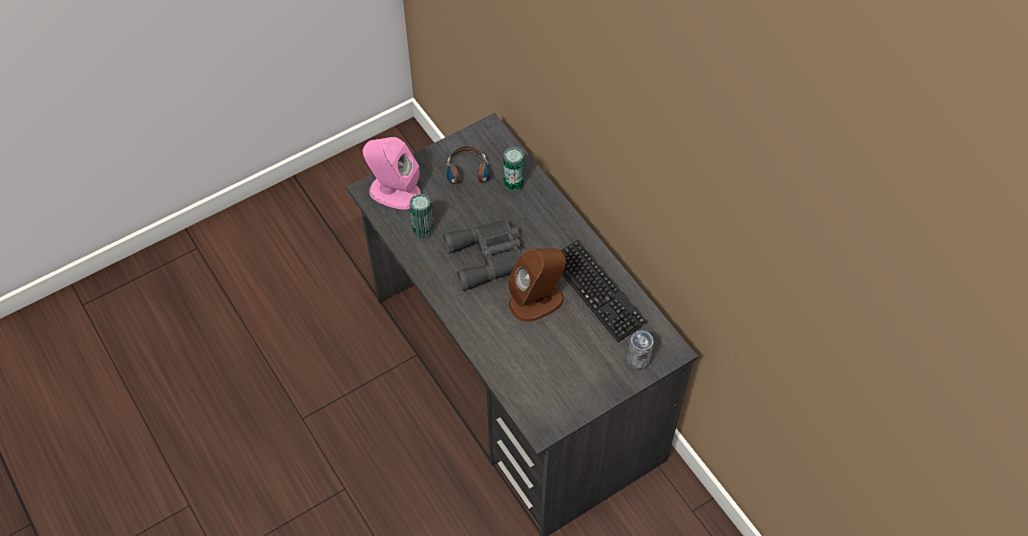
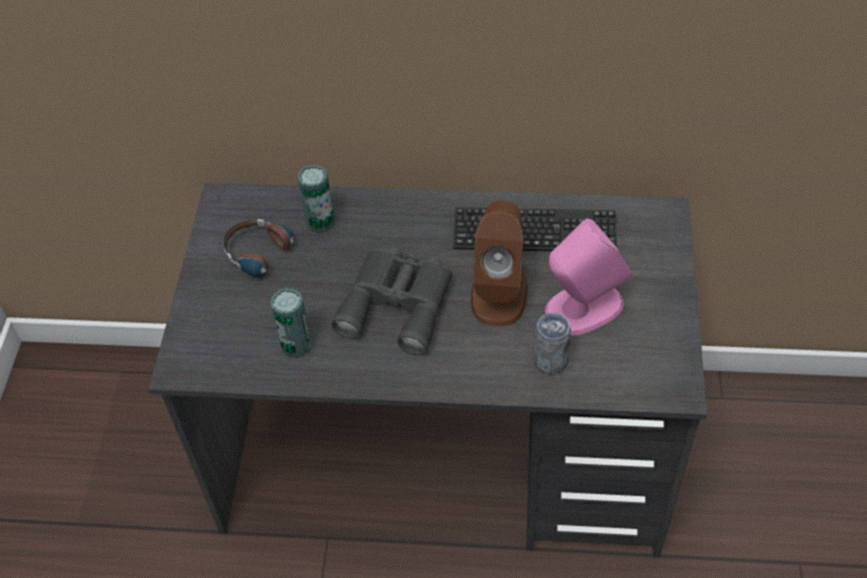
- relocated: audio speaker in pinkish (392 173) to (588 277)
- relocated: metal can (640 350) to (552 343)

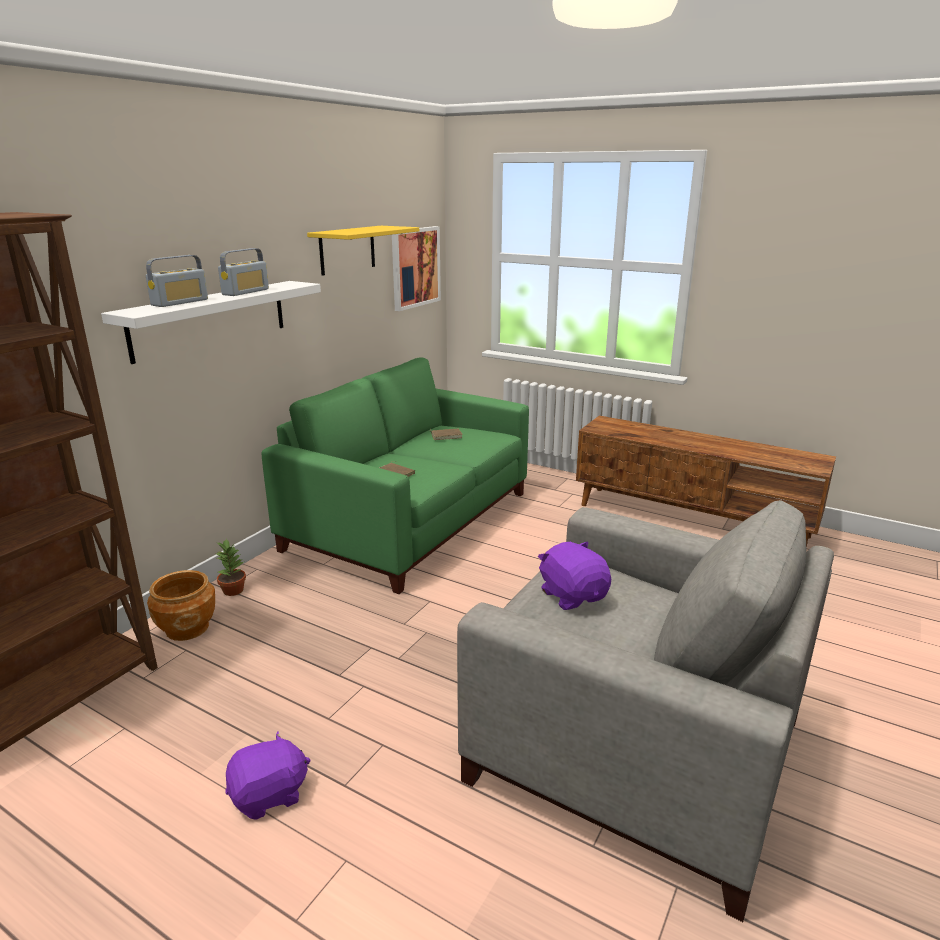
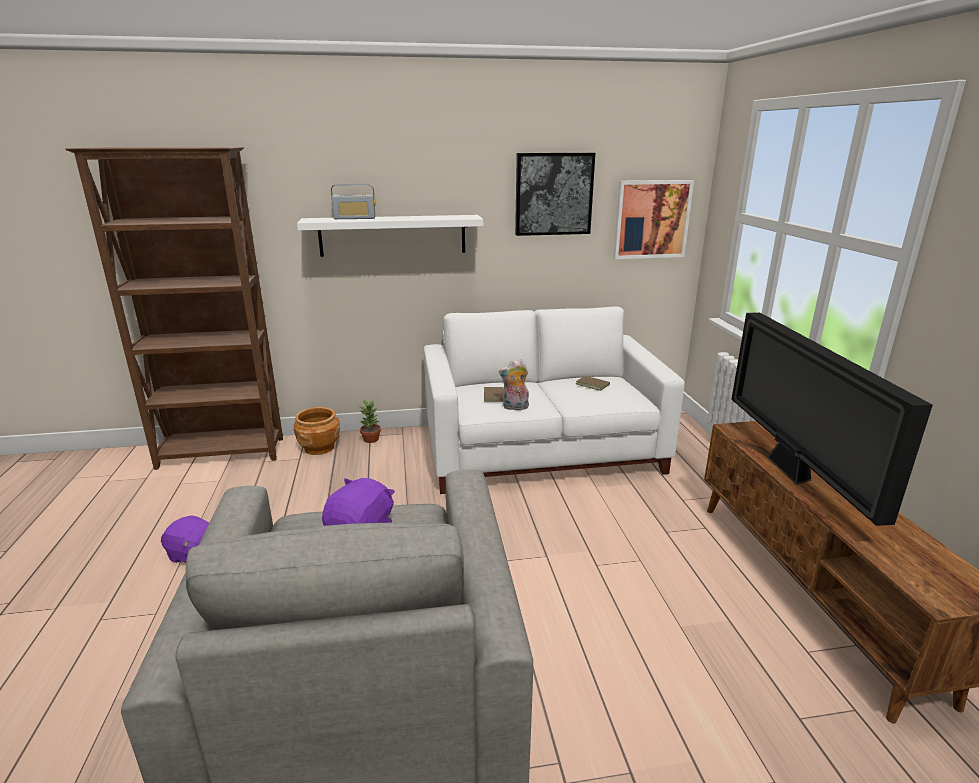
- missing: radio (243 272)
- colour: settee in greenish (395 475) to settee in white-coloured (554 400)
- exchanged: wall shelf in yellowish (363 251) to picture (555 194)
- appeared: plush toy (514 384)
- appeared: TV set (832 419)

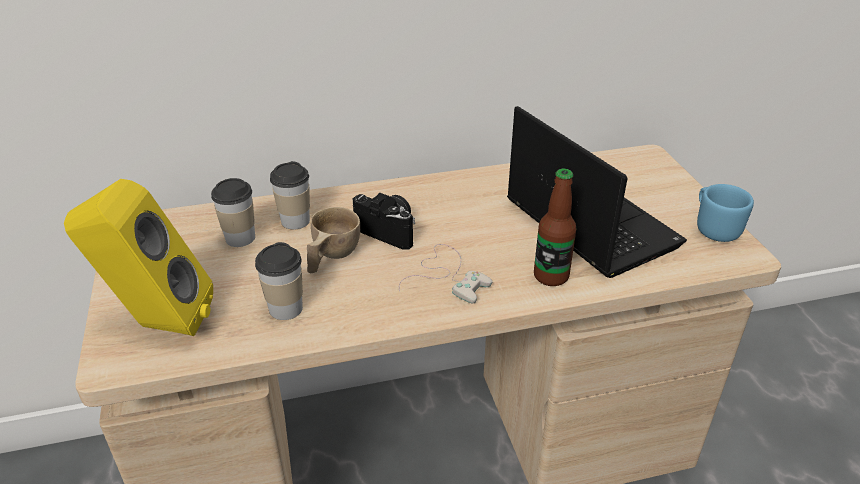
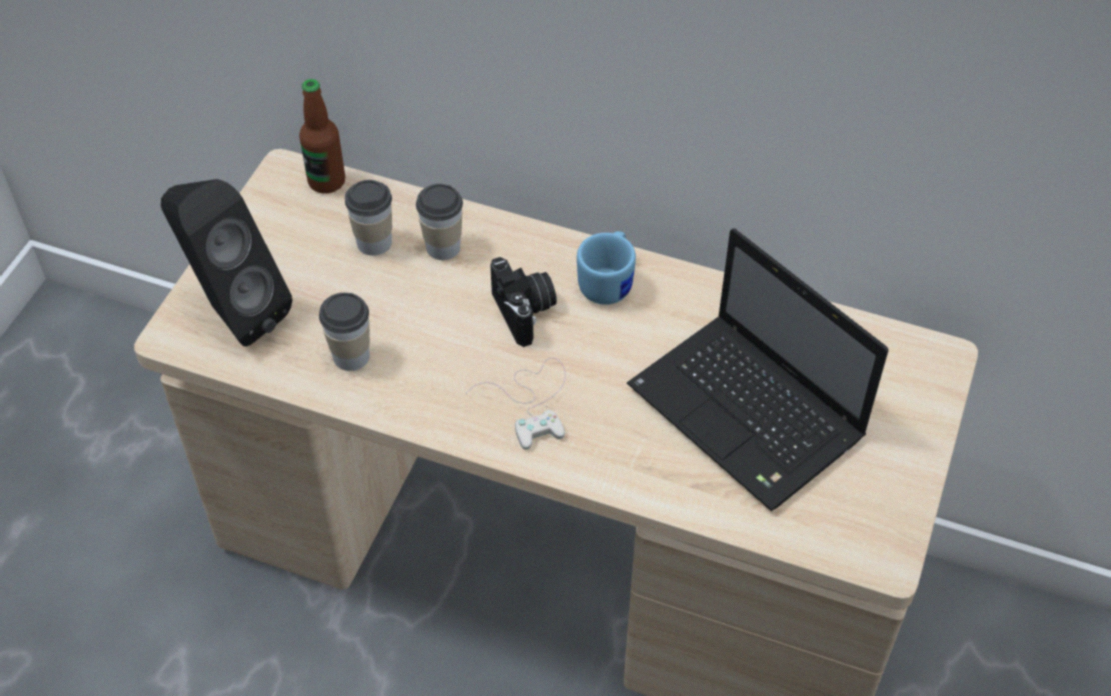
- colour: audio speaker in yellowish (138 257) to audio speaker in black-coloured (226 262)
- missing: cup in sand-coloured (333 240)
- spun: laptop (597 192) = (758 369) 135 degrees clockwise
- relocated: drink bottle (555 227) to (322 136)
- relocated: coffee mug in bluish (725 213) to (606 268)

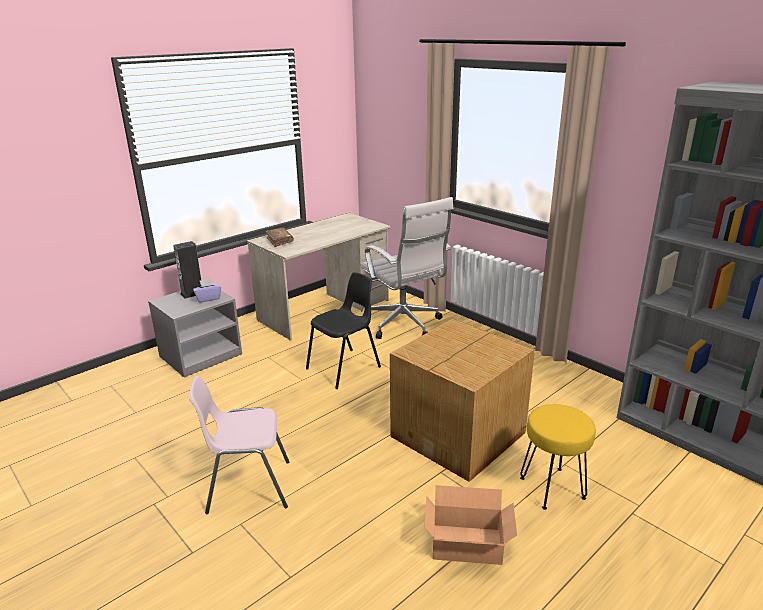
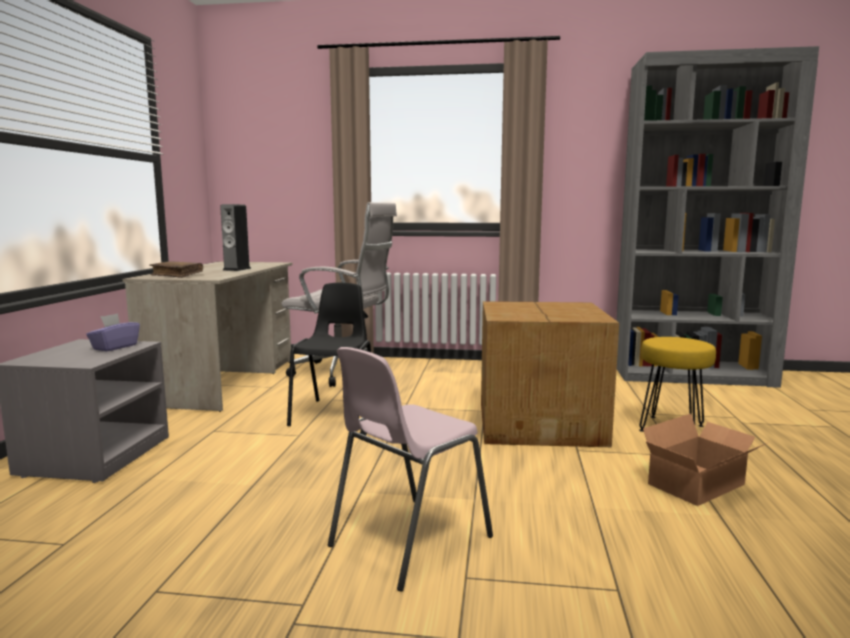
- relocated: audio speaker (187 270) to (235 237)

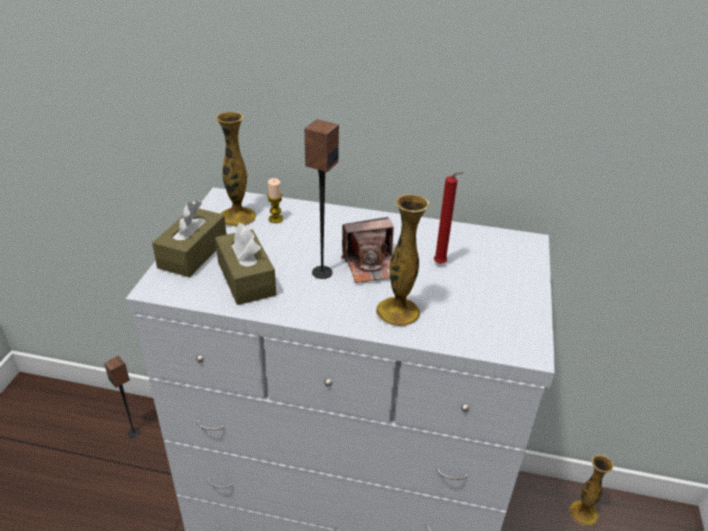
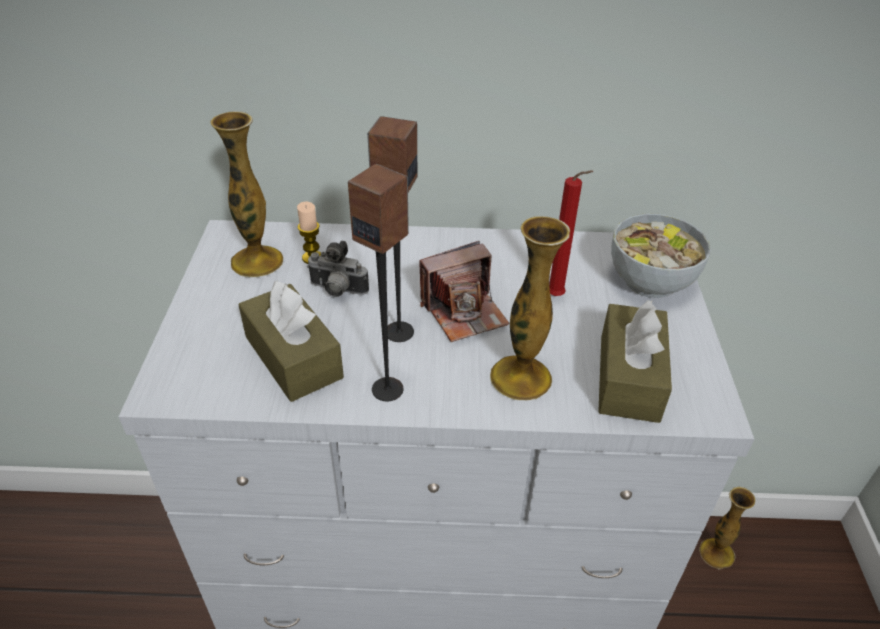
- relocated: audio speaker (122 397) to (378 282)
- relocated: box of tissues in brownish (189 239) to (635 361)
- appeared: still camera (338 269)
- appeared: serving bowl (661 256)

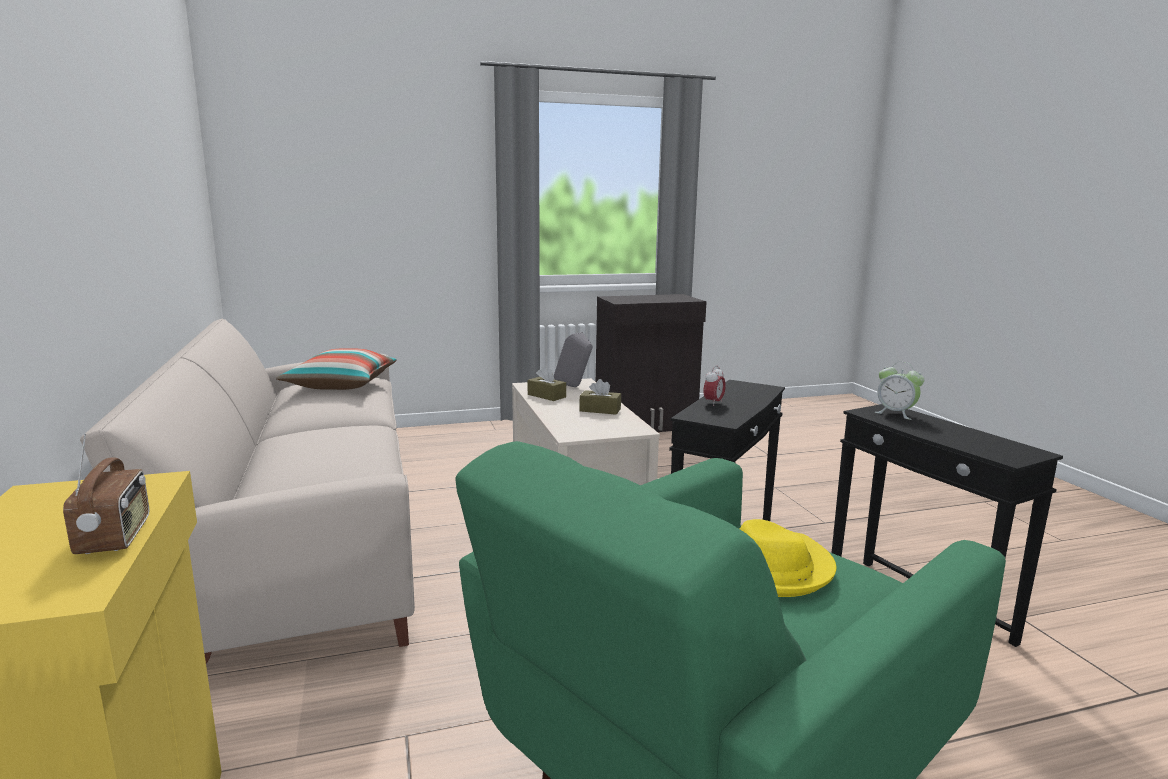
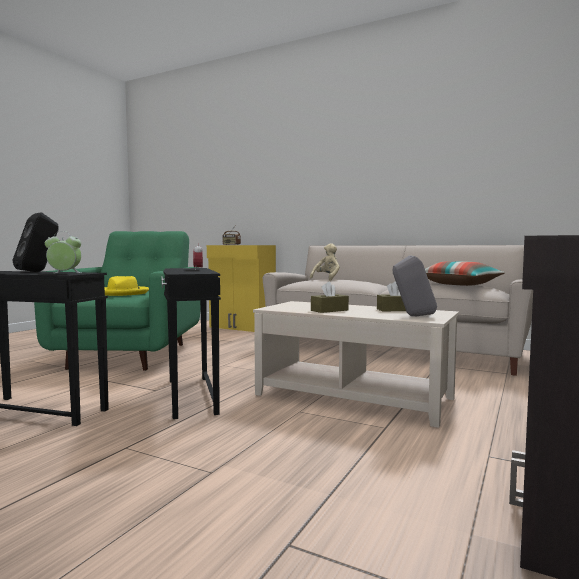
- appeared: audio speaker in black-coloured (35 242)
- appeared: plush toy in sand-coloured (325 262)

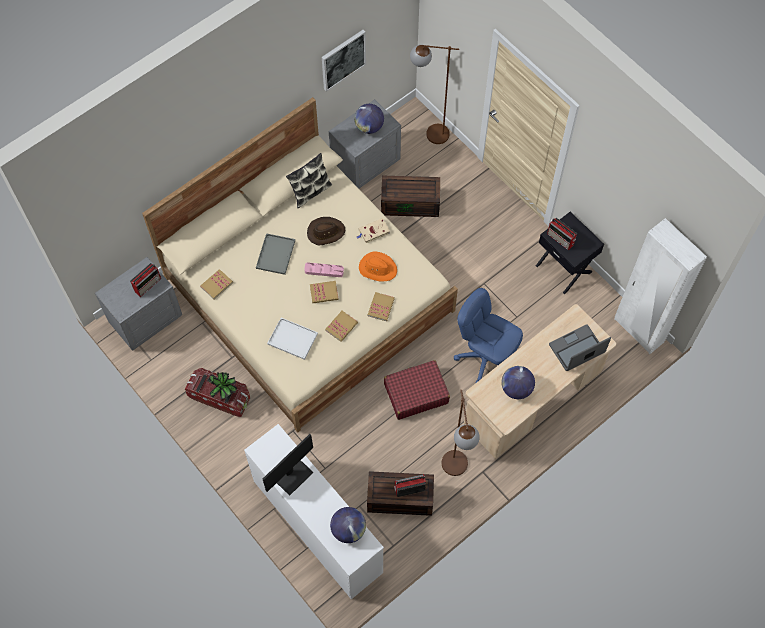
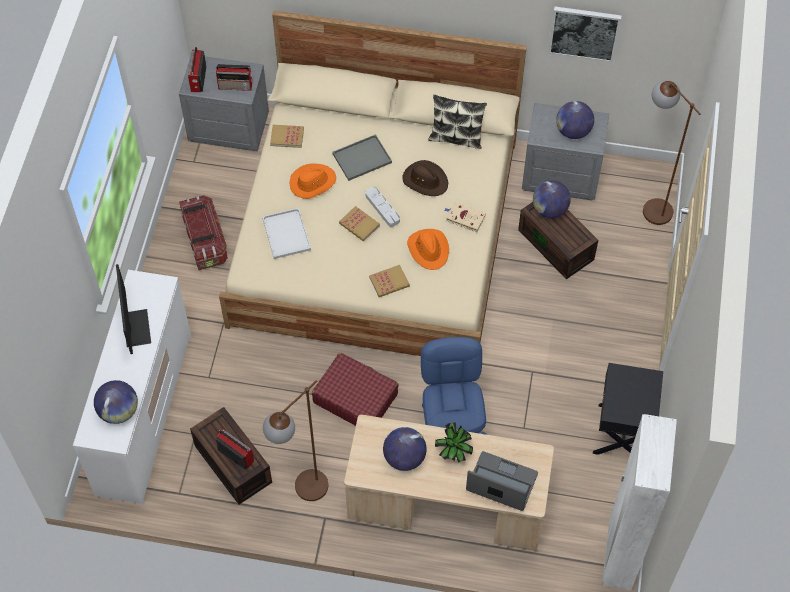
- relocated: plant in a pot (222 385) to (454 442)
- spun: computer screen (288 465) = (133 309) 105 degrees counterclockwise
- colour: tray in pinkish (324 270) to tray in grey (382 207)
- missing: bound book (341 326)
- relocated: radio (562 234) to (197 69)
- appeared: hat in orange-coloured (313 181)
- appeared: globe (552 199)

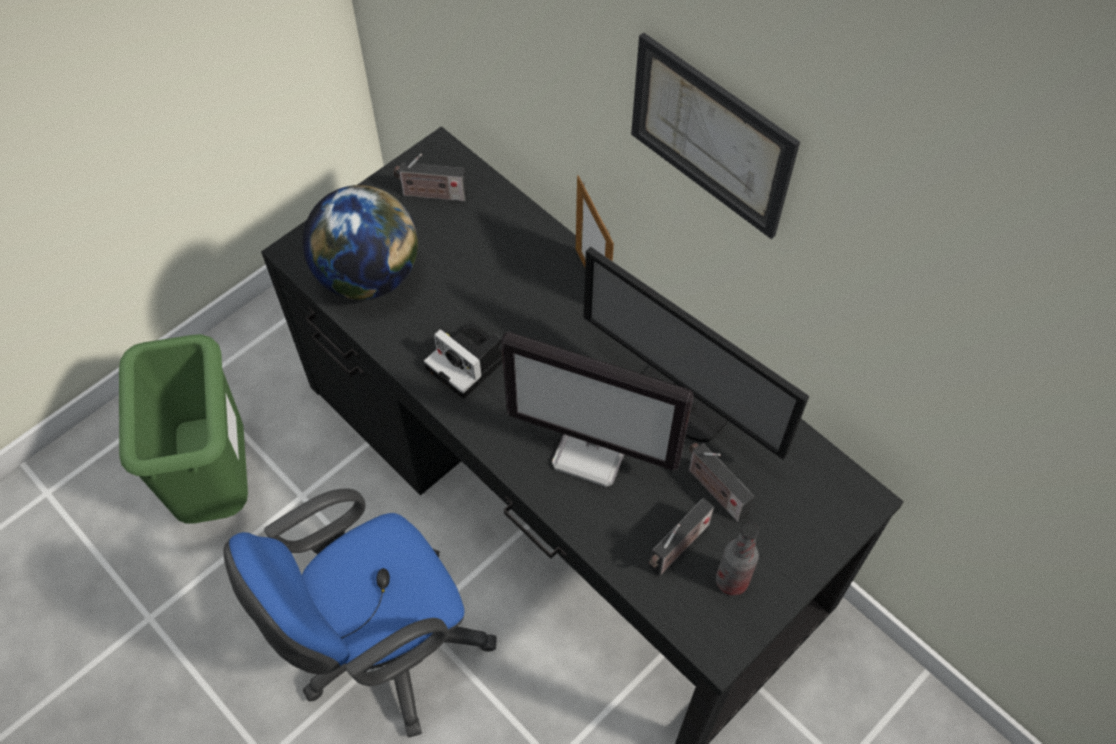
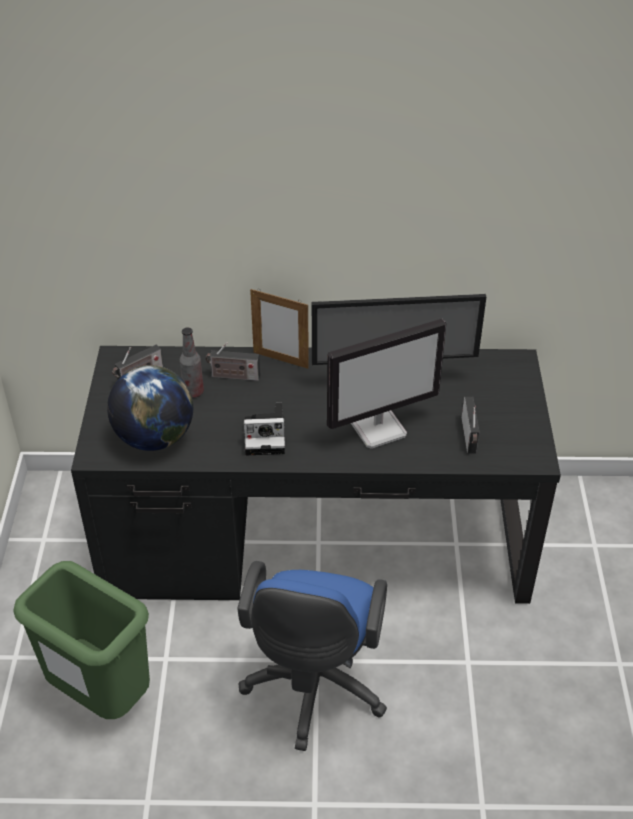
- missing: picture (715 135)
- relocated: radio (721 483) to (233 361)
- relocated: drink bottle (737 559) to (192 362)

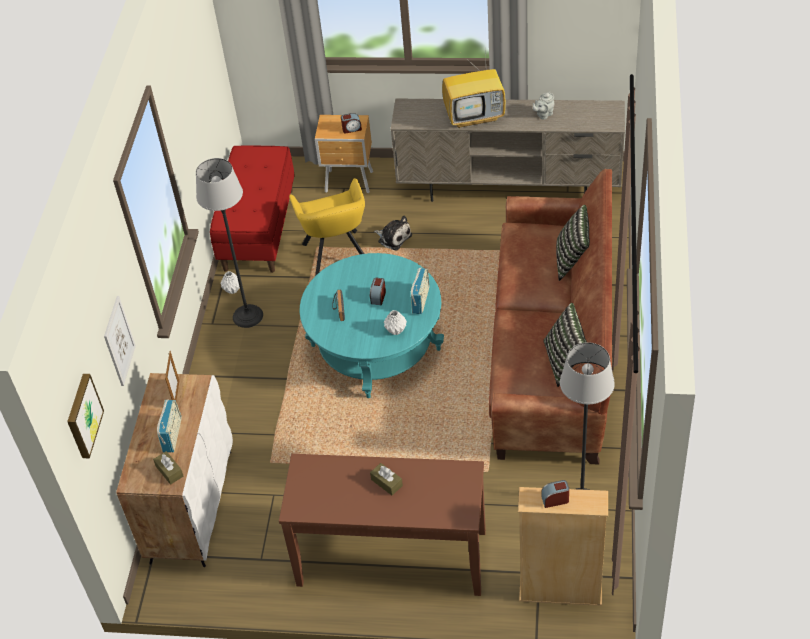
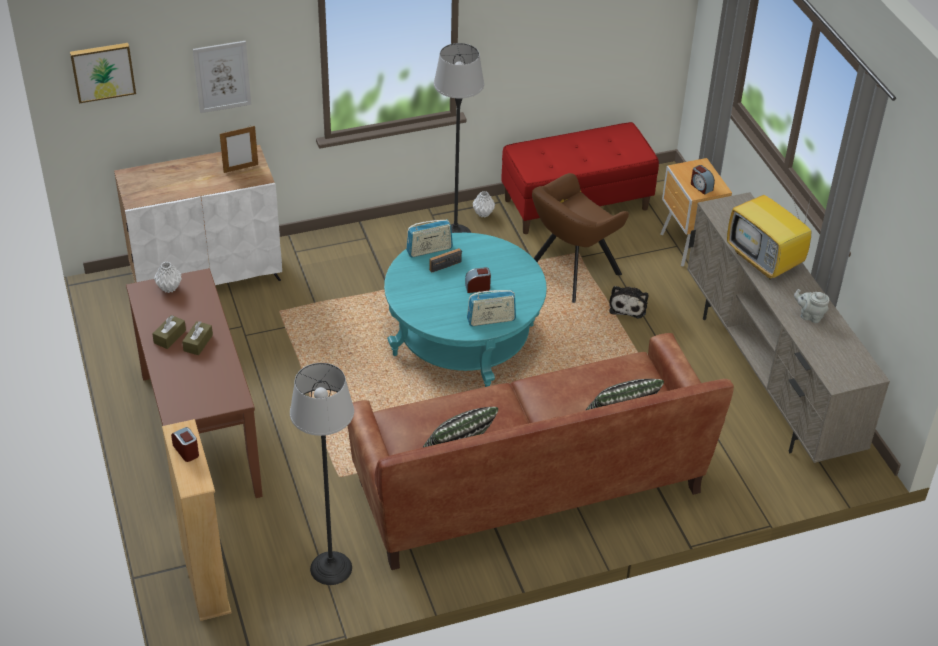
- relocated: box of tissues in brownish (168 468) to (169 332)
- relocated: radio (169 426) to (429 238)
- colour: lounge chair in yellowish (327 227) to lounge chair in brownish (580 238)
- relocated: flower vase in white-coloured (395 322) to (168 277)

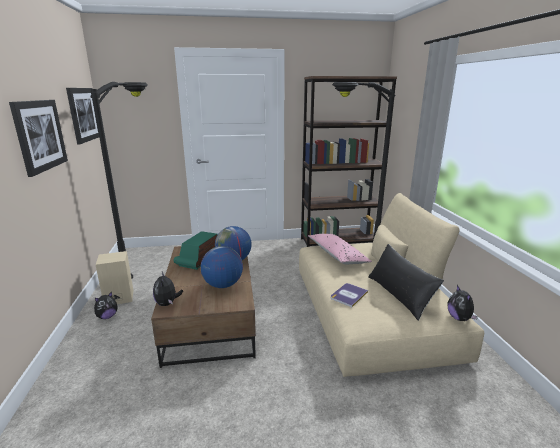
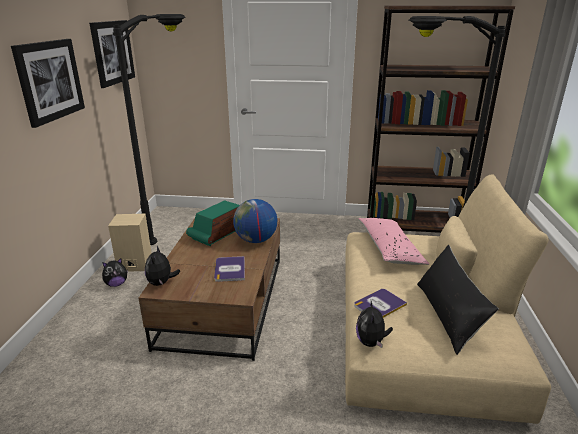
- exchanged: globe (222 267) to bound book (229 269)
- relocated: plush toy (463 303) to (374 324)

